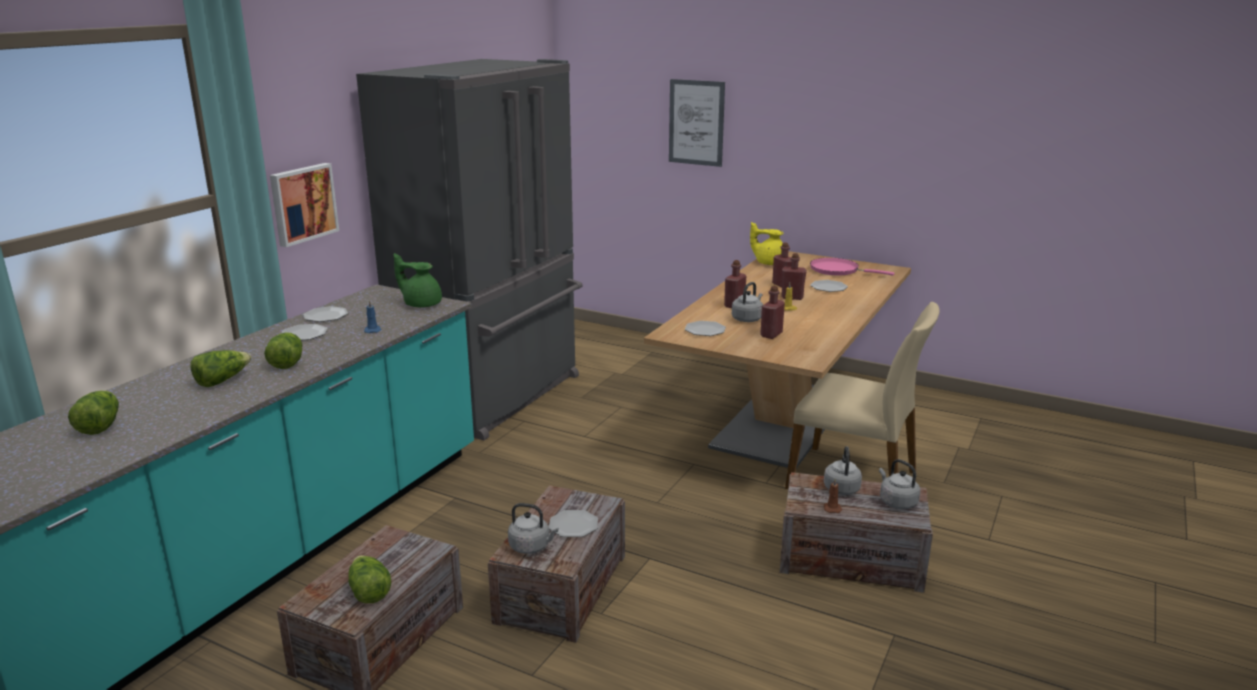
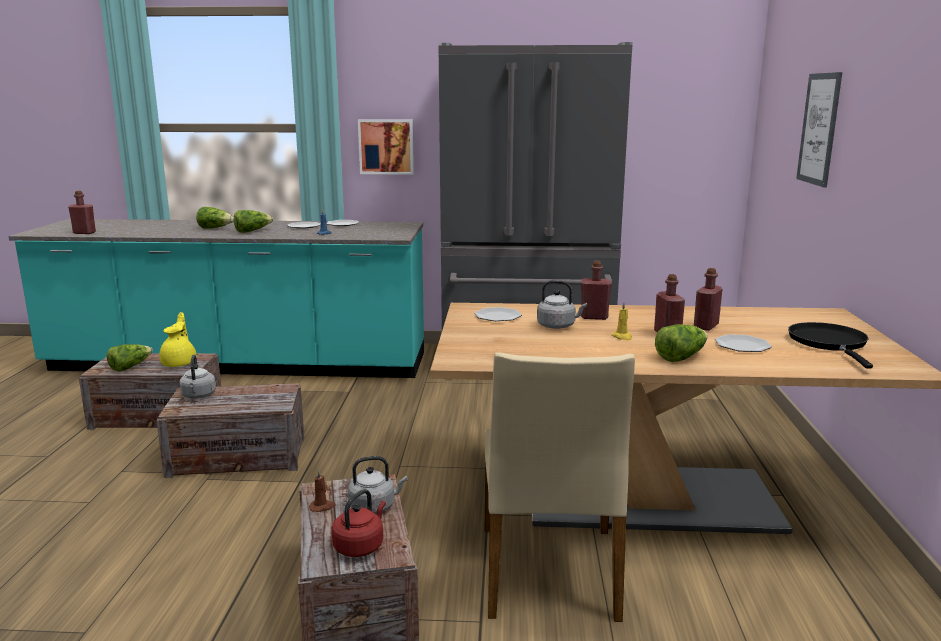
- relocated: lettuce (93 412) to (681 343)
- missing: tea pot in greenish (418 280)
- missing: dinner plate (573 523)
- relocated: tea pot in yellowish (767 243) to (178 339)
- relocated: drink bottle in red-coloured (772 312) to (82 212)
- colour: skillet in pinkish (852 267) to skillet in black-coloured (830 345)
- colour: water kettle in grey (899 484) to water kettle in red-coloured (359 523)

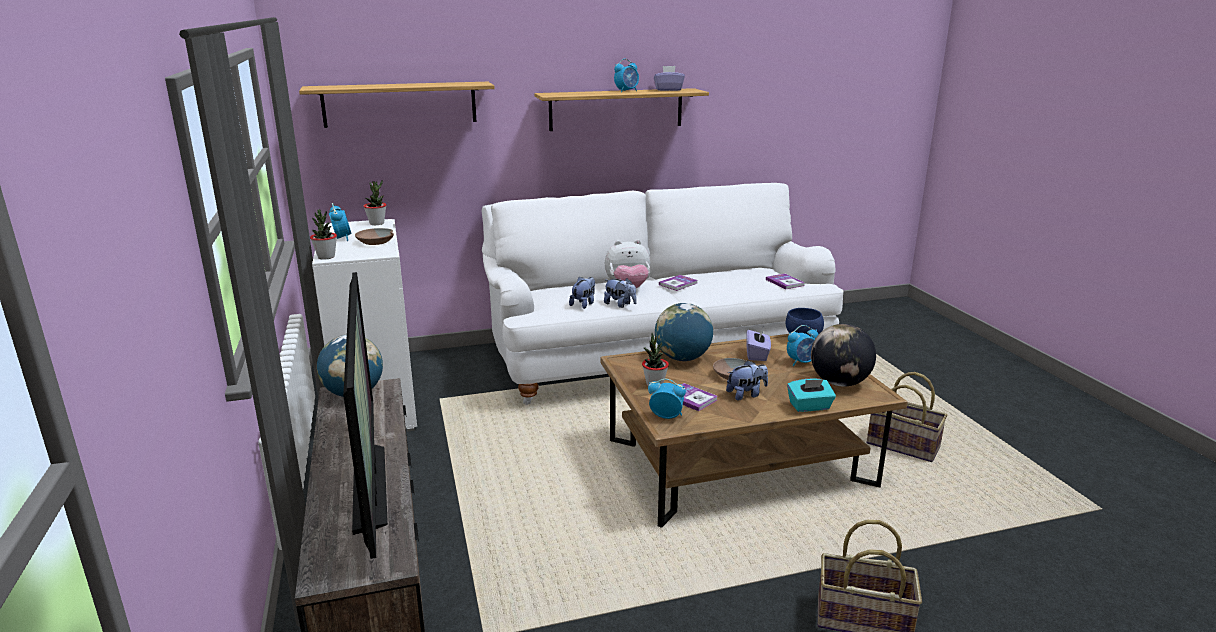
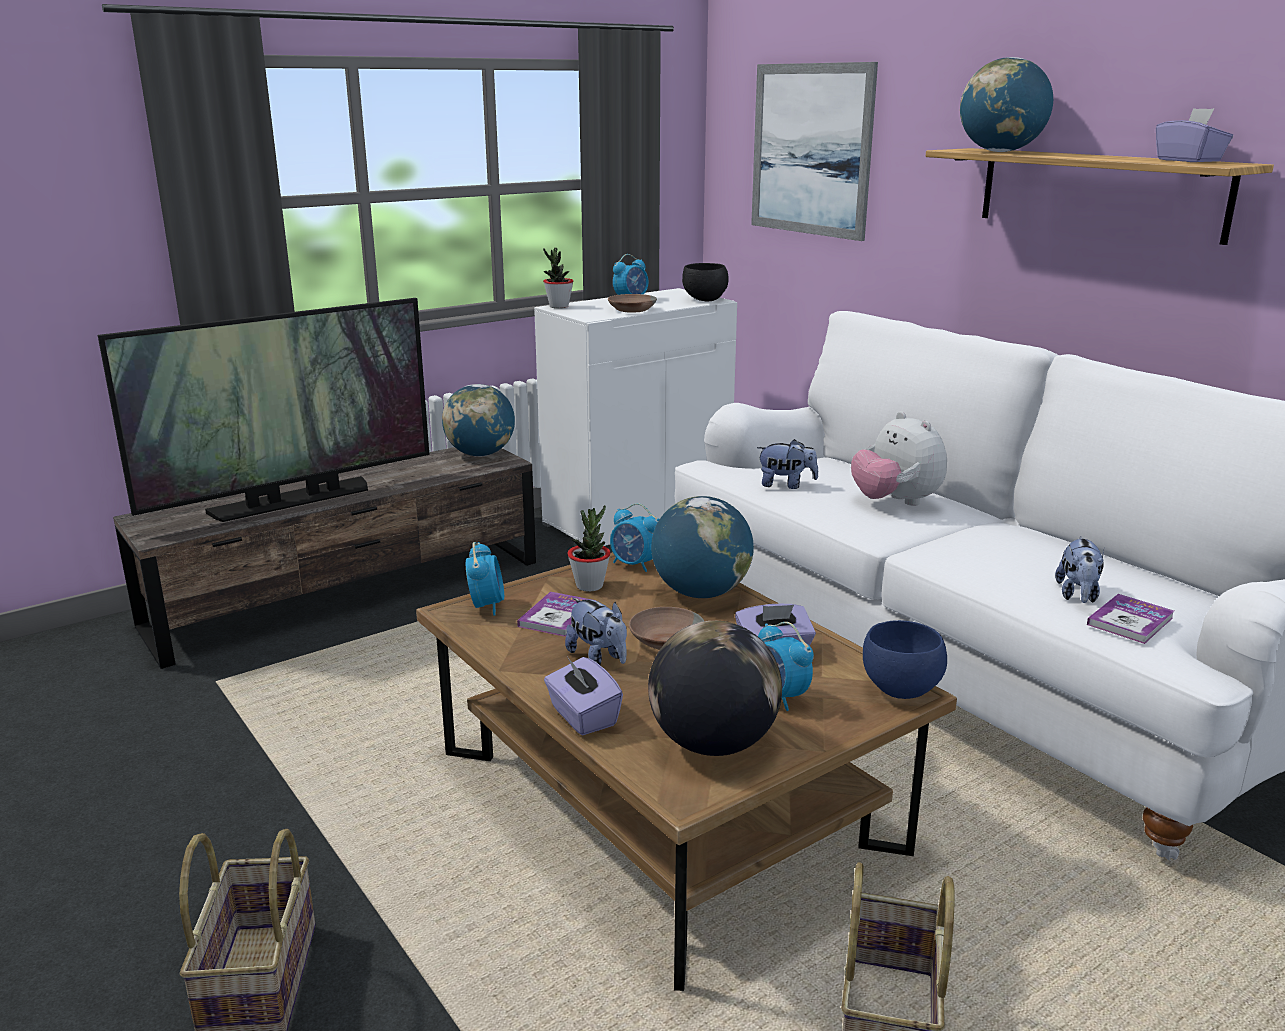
- exchanged: wall shelf (397 105) to picture (814 151)
- exchanged: plant in a pot (374 202) to serving bowl in black-coloured (705 282)
- relocated: plush toy (620 293) to (1079 569)
- relocated: bedside clock (626 76) to (634 537)
- missing: bound book (678 283)
- colour: box of tissues in turquoise (811 395) to box of tissues in purplish (583 695)
- appeared: globe (1006 104)

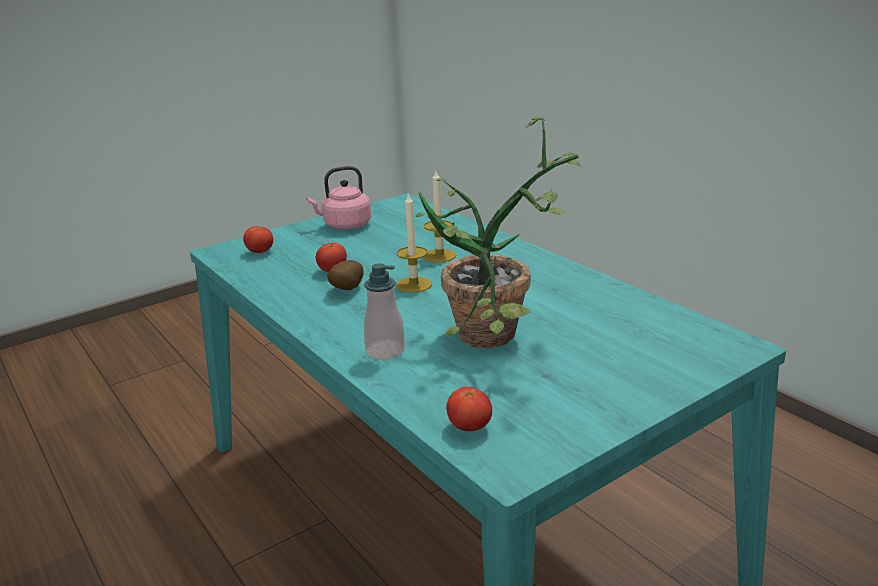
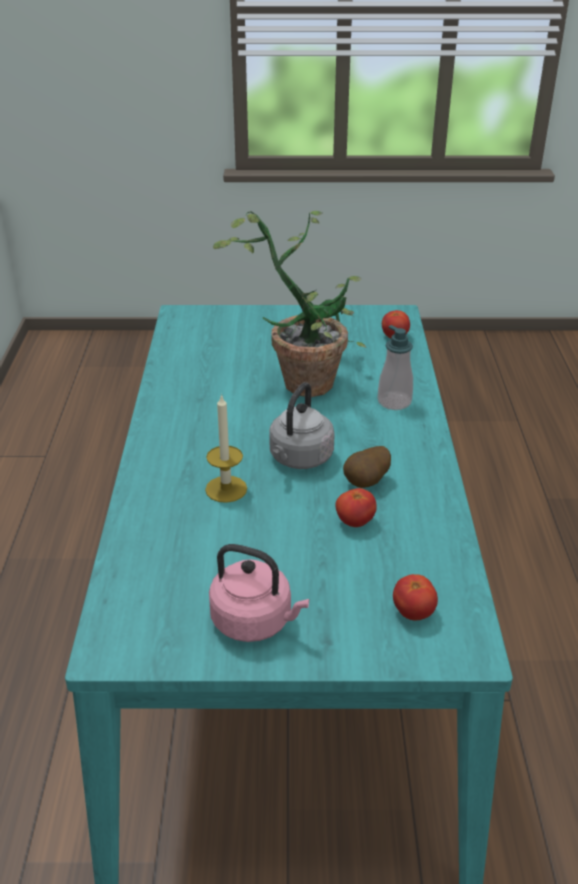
- exchanged: wax light (414 243) to water kettle in grey (302 425)

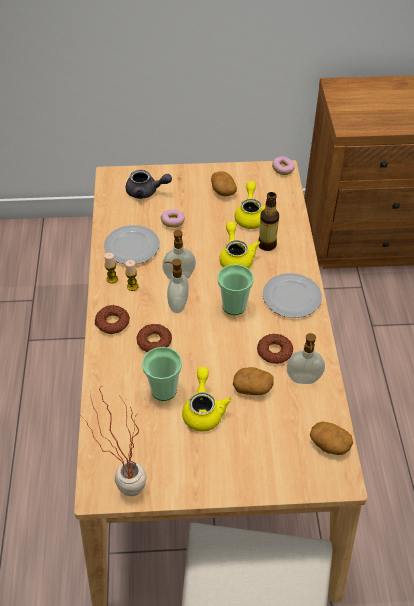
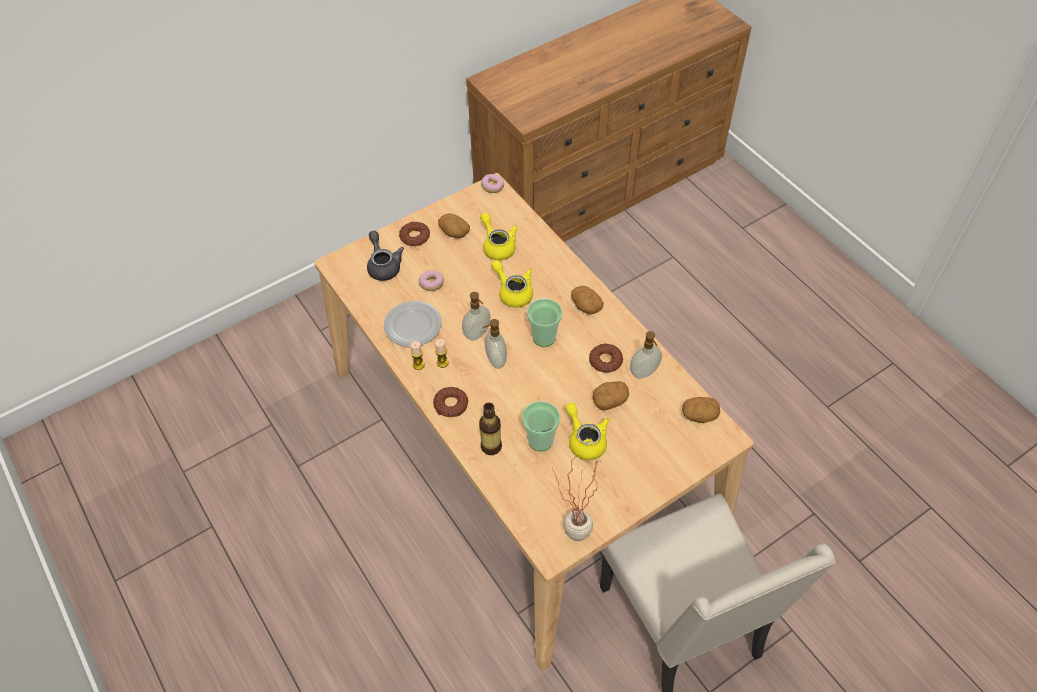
- spun: tea pot in grey (149 184) = (385 256) 90 degrees counterclockwise
- relocated: ring doughnut (154 338) to (414 233)
- relocated: drink bottle (269 221) to (490 428)
- exchanged: dinner plate (292 295) to potato (587 300)

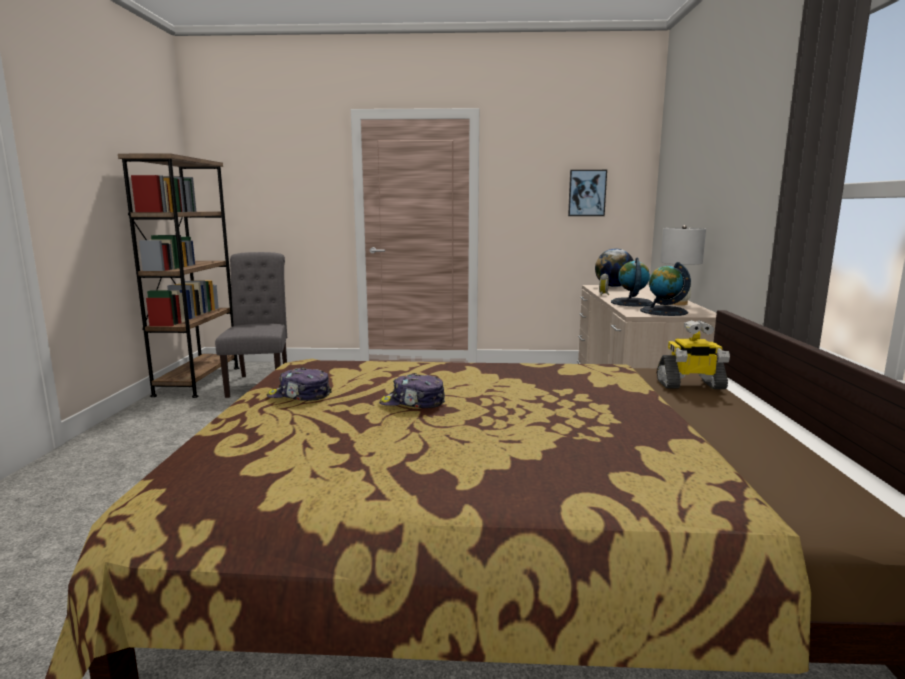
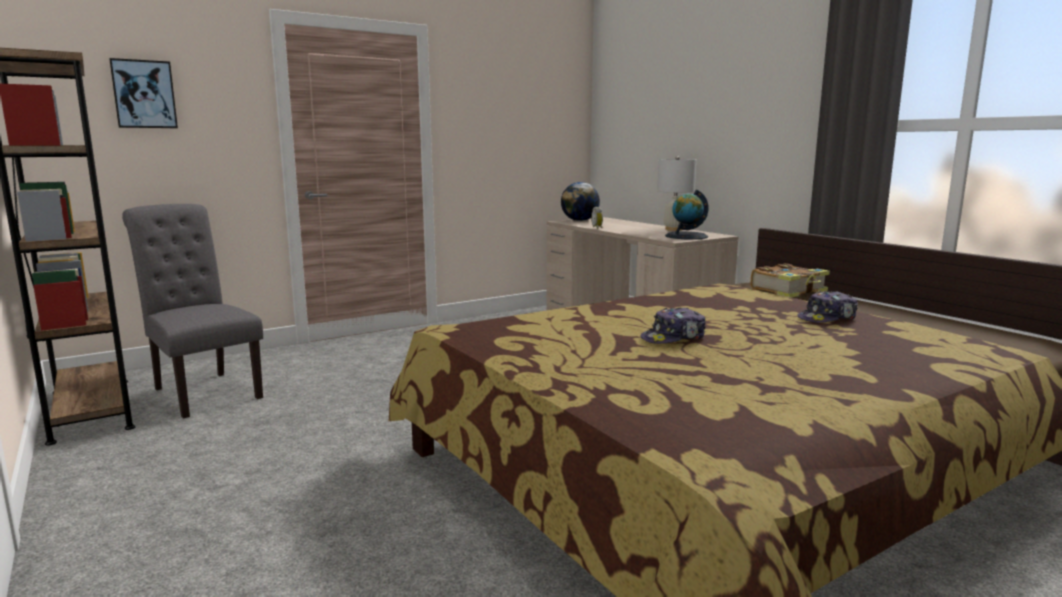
- relocated: baseball cap (299 384) to (827 307)
- relocated: picture (587 193) to (143 93)
- missing: globe (632 282)
- exchanged: toy robot (693 354) to bound book (790 280)

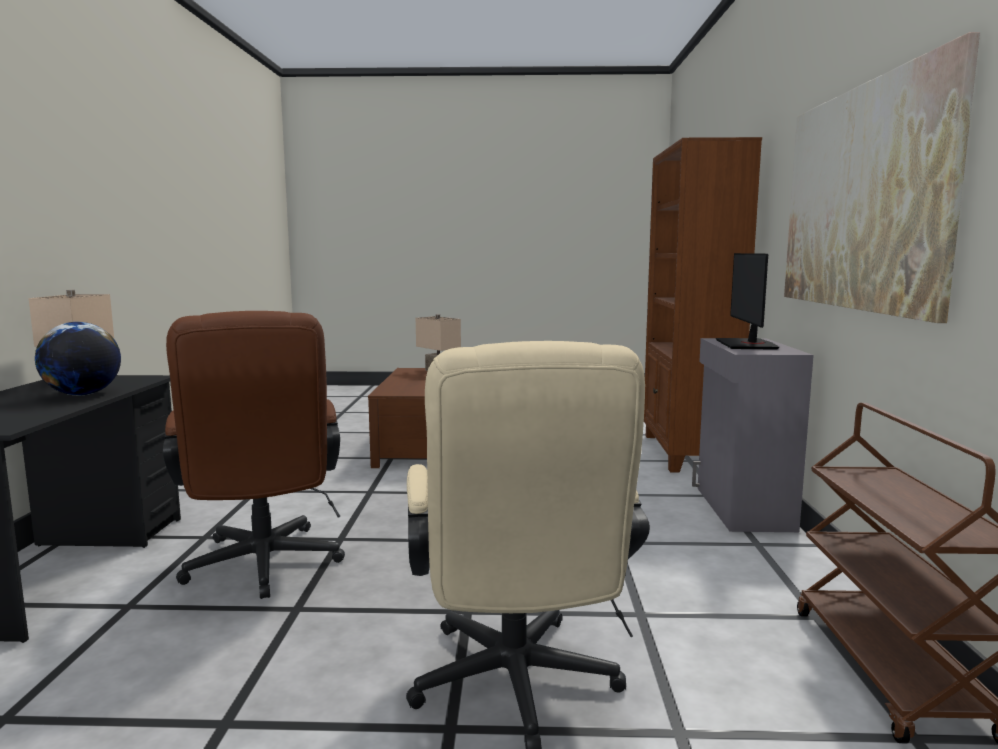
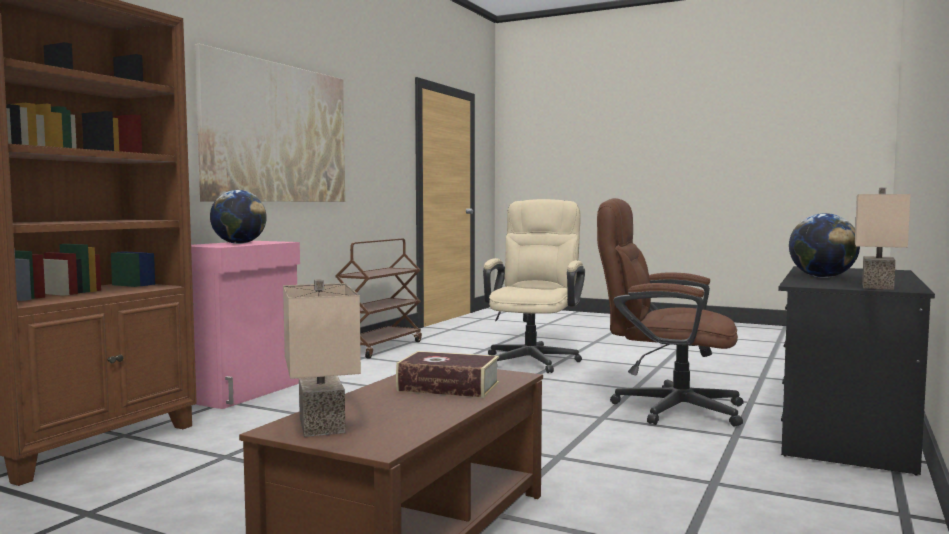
- spun: desk chair in brownish (254 455) = (670 312) 75 degrees counterclockwise
- colour: cupboard in grey (753 435) to cupboard in pinkish (245 325)
- exchanged: computer screen (747 301) to globe (238 217)
- appeared: bound book (447 374)

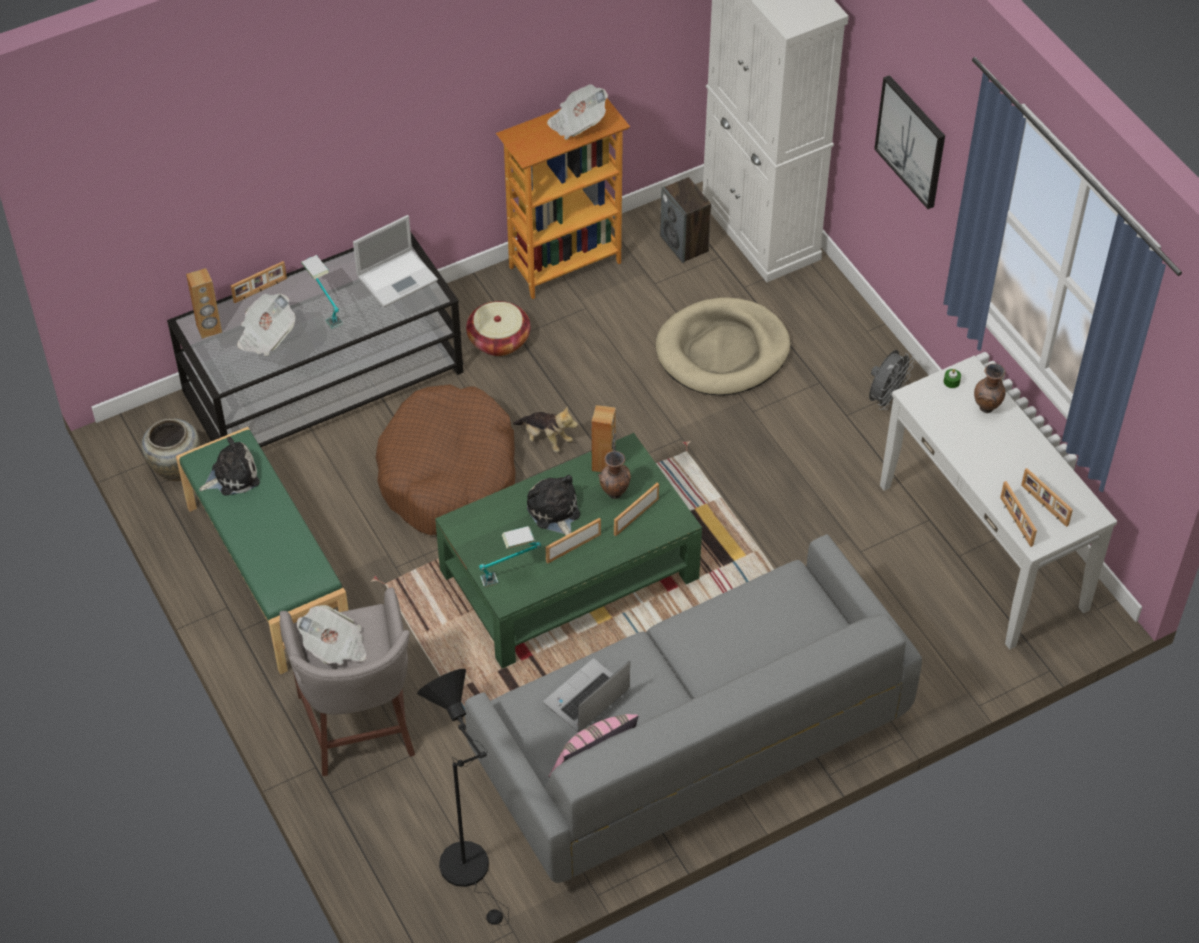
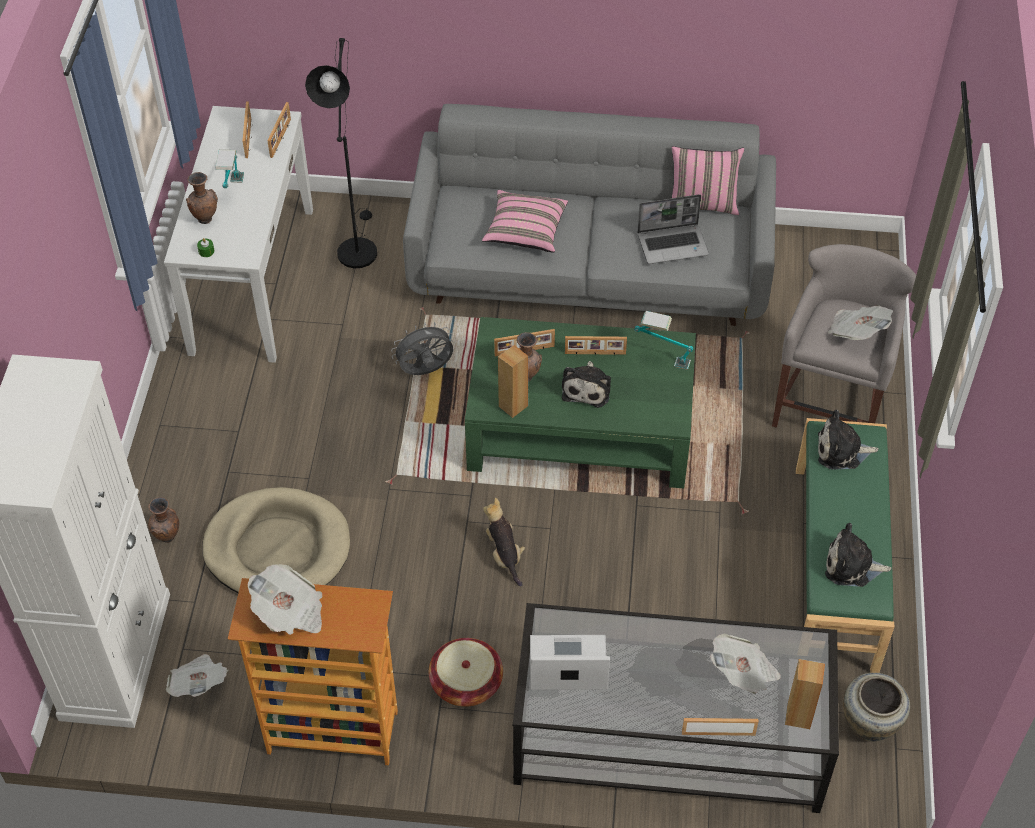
- relocated: tabletop lamp (322 292) to (230 169)
- missing: dog bed in brownish (445 459)
- relocated: standing lamp in black-coloured (463 797) to (341 153)
- exchanged: audio speaker (685 220) to daily paper (197 675)
- relocated: fan in grey (891 380) to (422 348)
- missing: picture (909 142)
- appeared: flower vase in brownish (163 520)
- appeared: throw pillow in pinkish (525 221)
- appeared: plush toy (848 440)

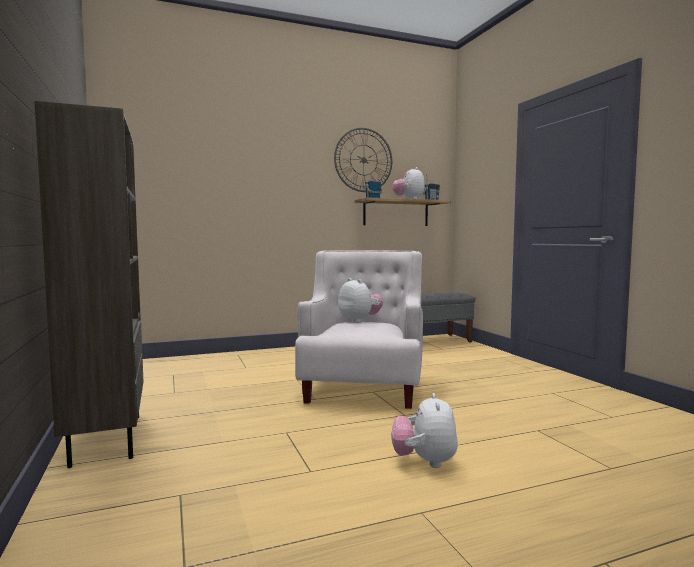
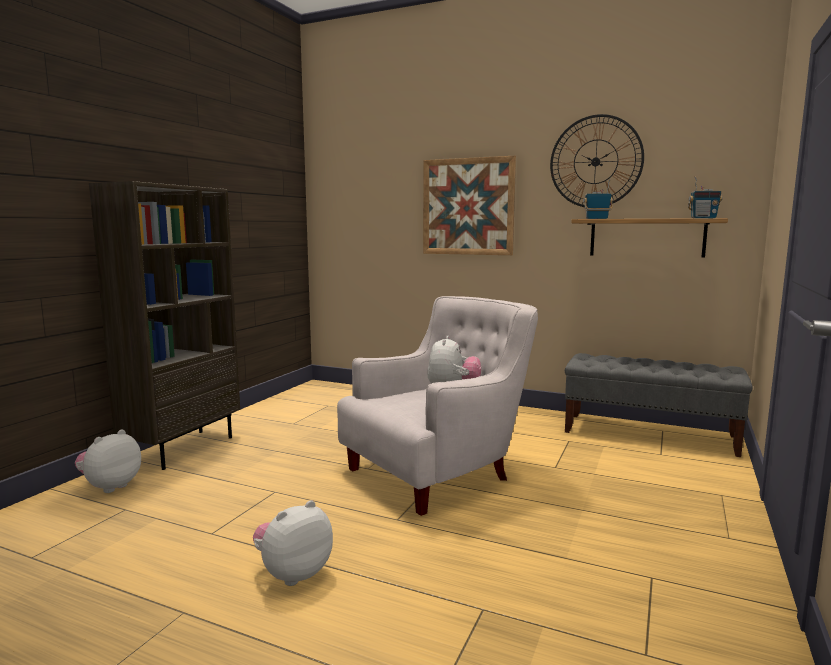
- relocated: plush toy (408 183) to (108 461)
- appeared: picture (469 205)

